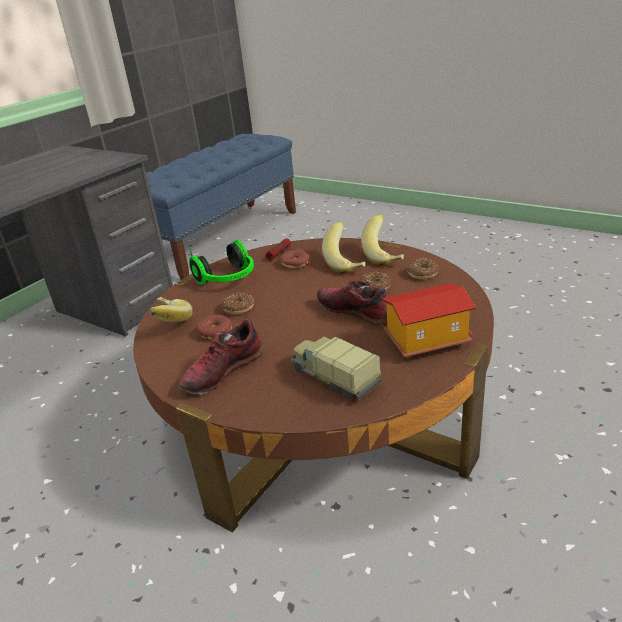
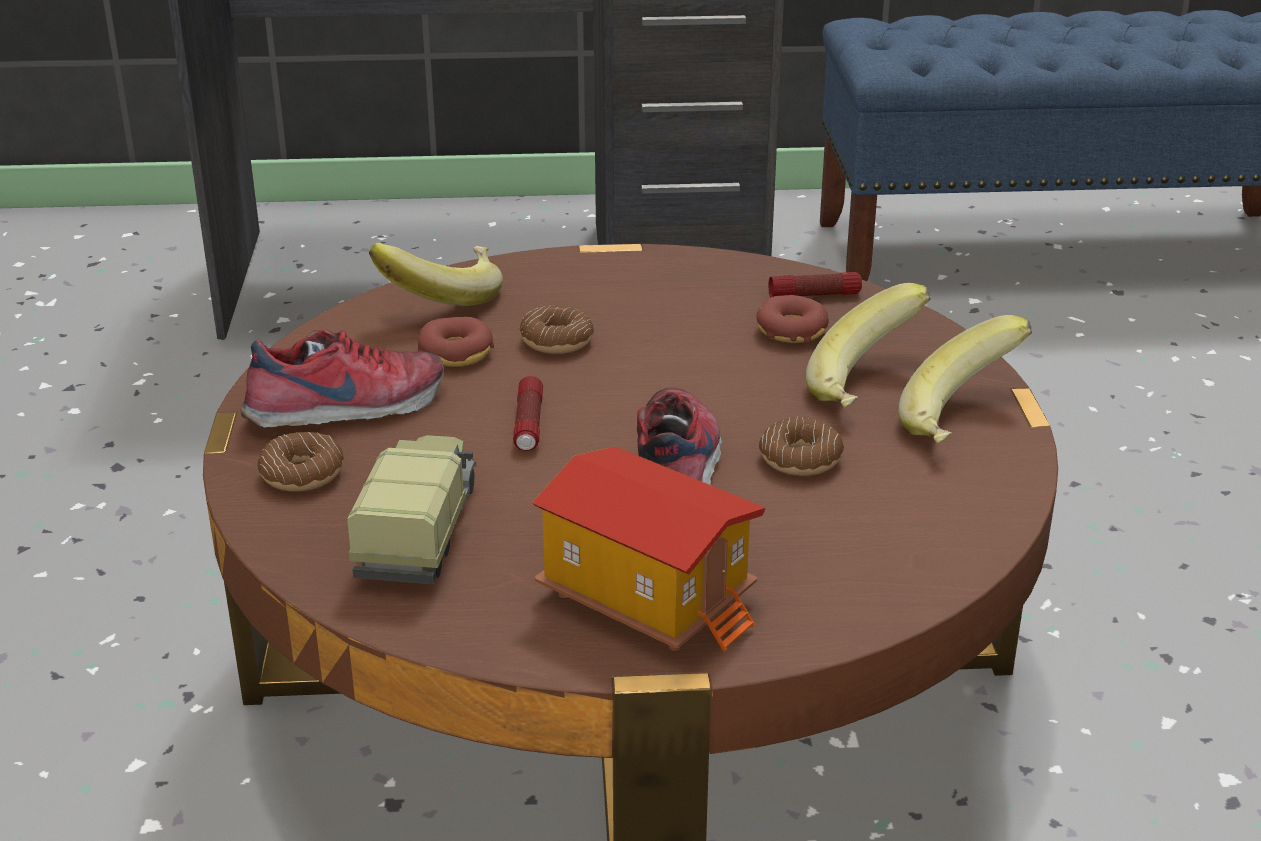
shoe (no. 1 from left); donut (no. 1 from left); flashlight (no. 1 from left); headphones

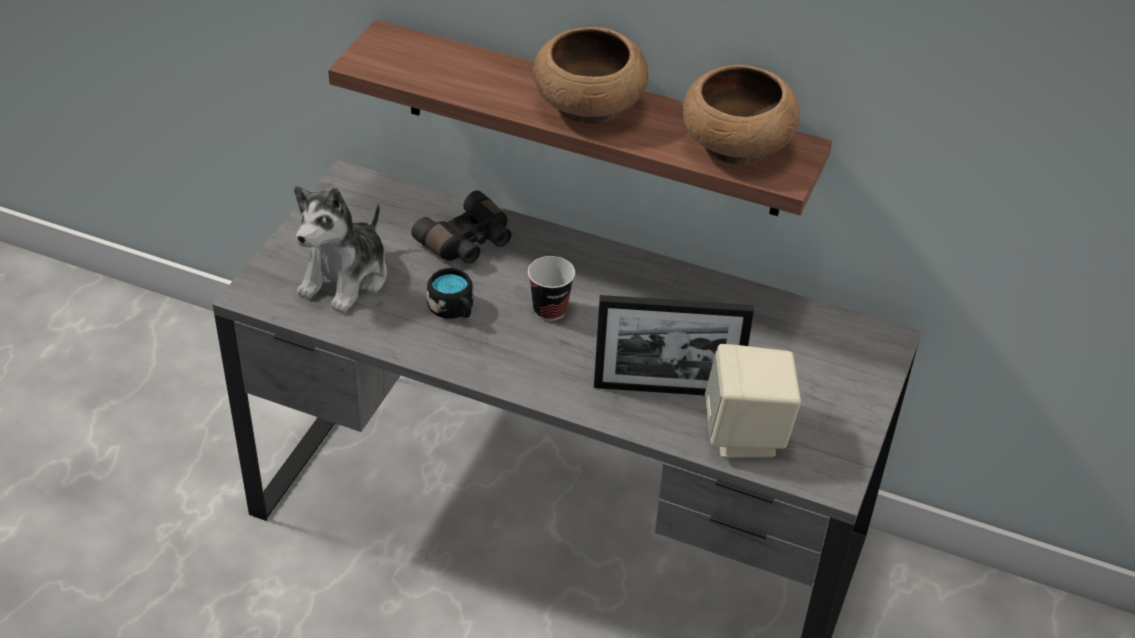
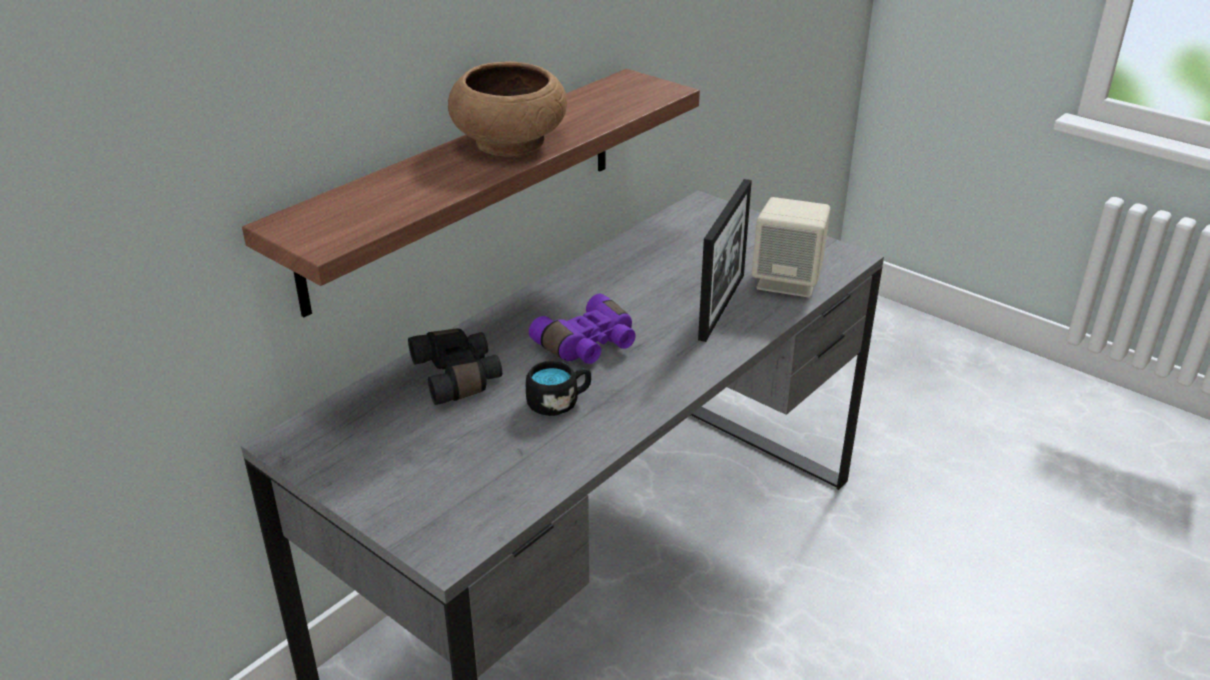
purple binoculars; plush toy; brown bowl (no. 2 from left in the first image)

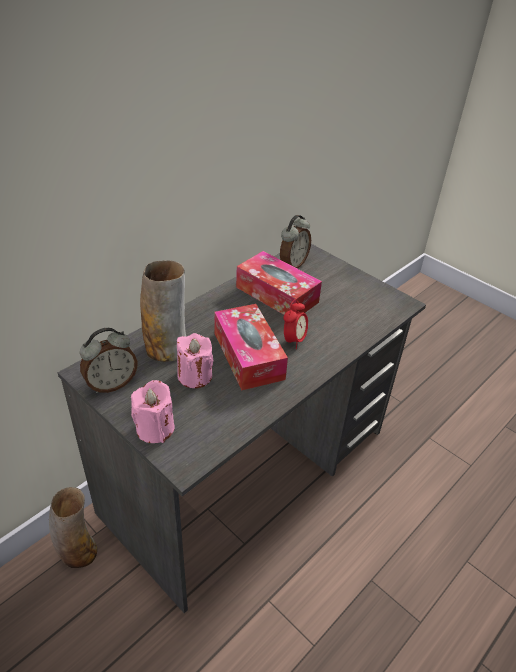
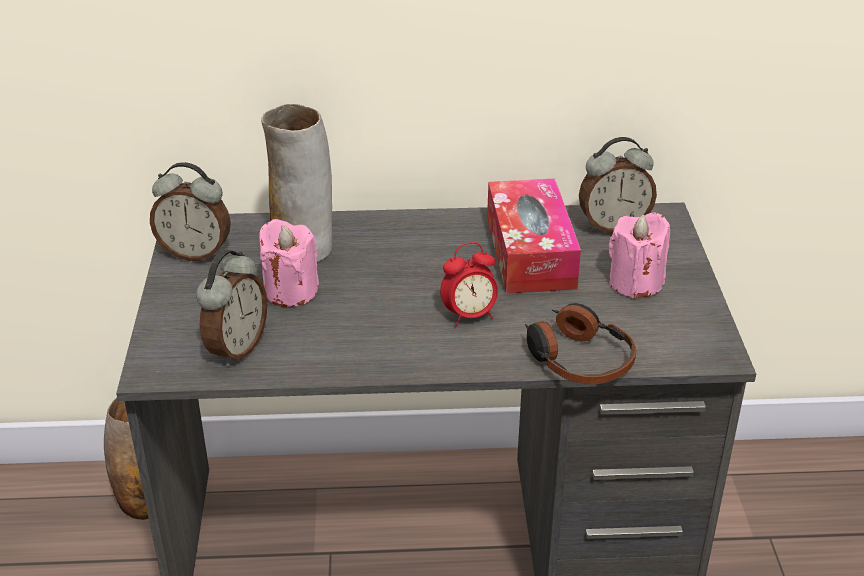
alarm clock (no. 2 from left); headphones; pink candle (no. 2 from left); tissue box (no. 1 from left in the first image)

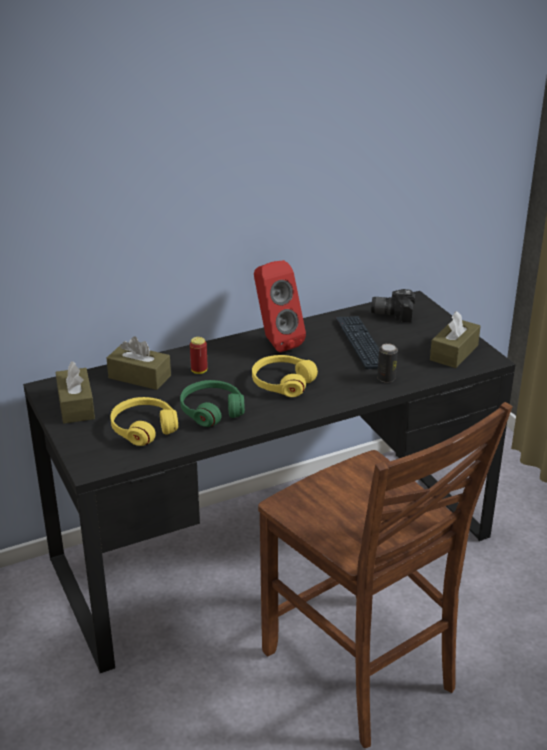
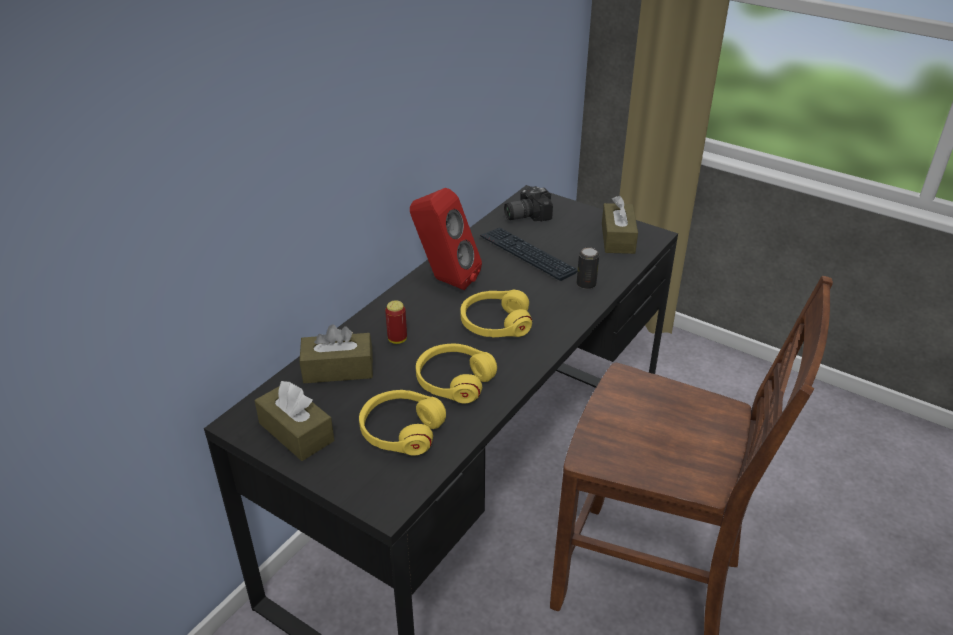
yellow headphones (no. 2 from left)

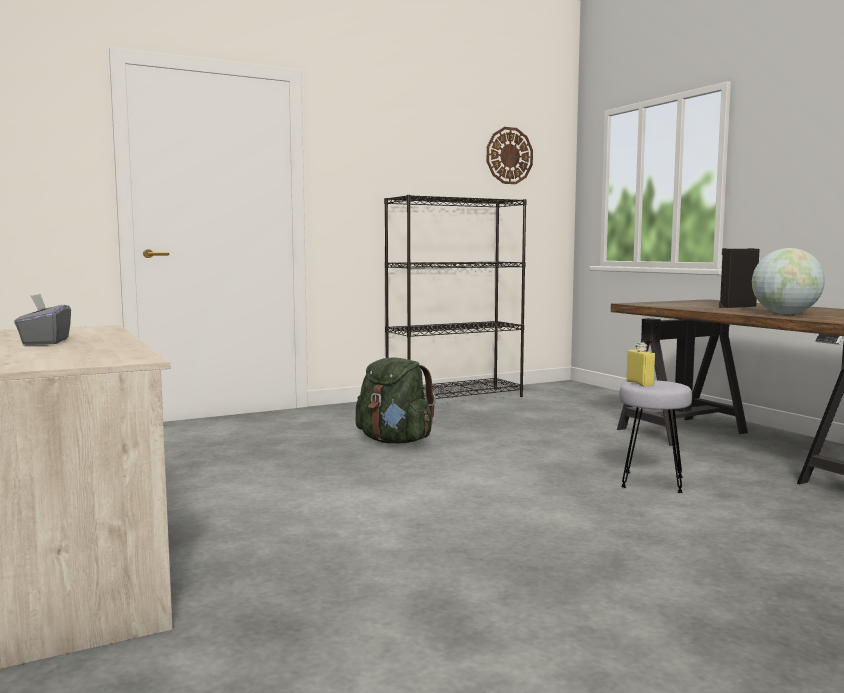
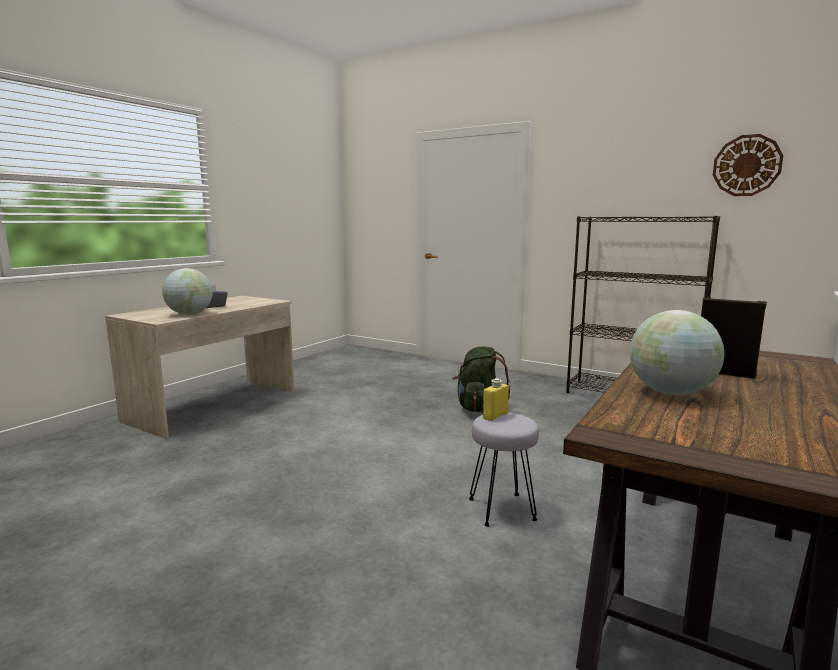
globe (no. 1 from left)

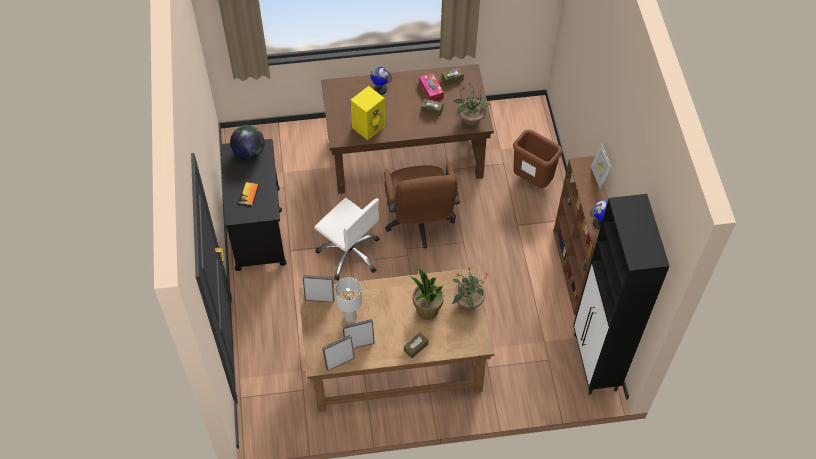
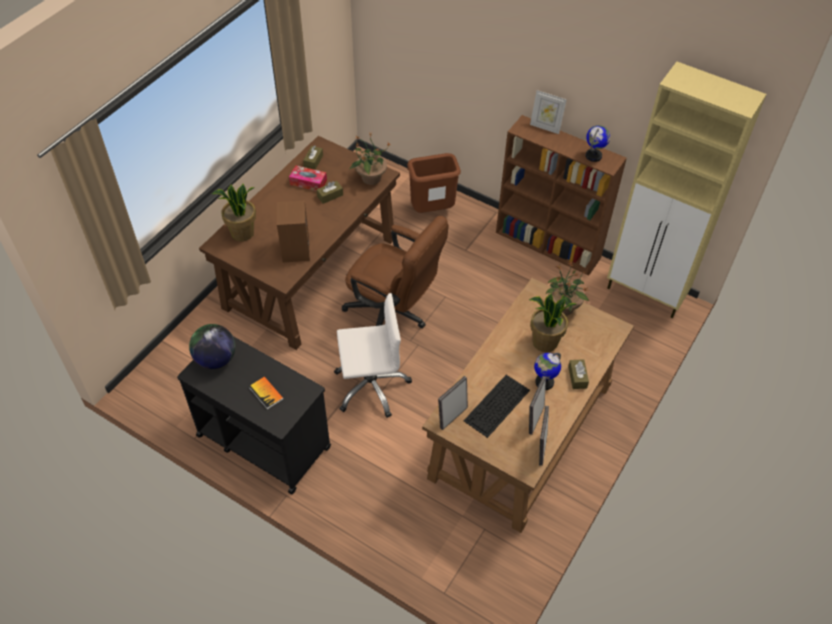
potted plant (no. 1 from left); brown speaker; keyboard; globe (no. 2 from left); beige cabinet

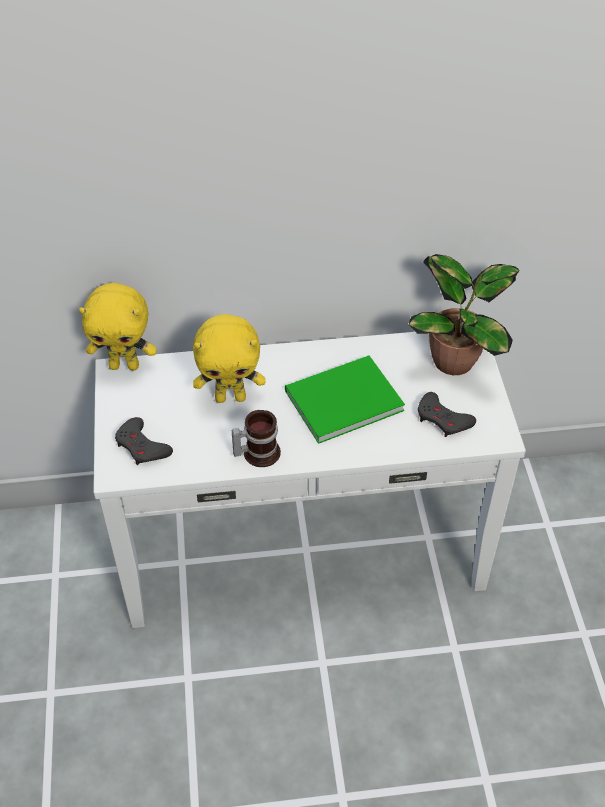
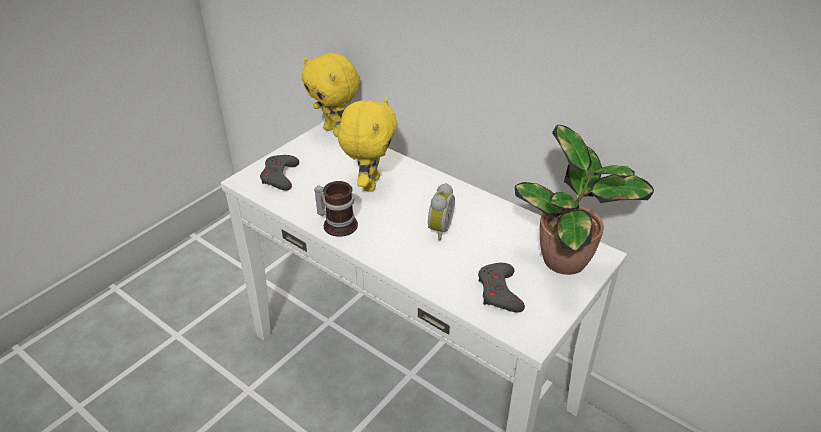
yellow plush toy (no. 2 from left); alarm clock

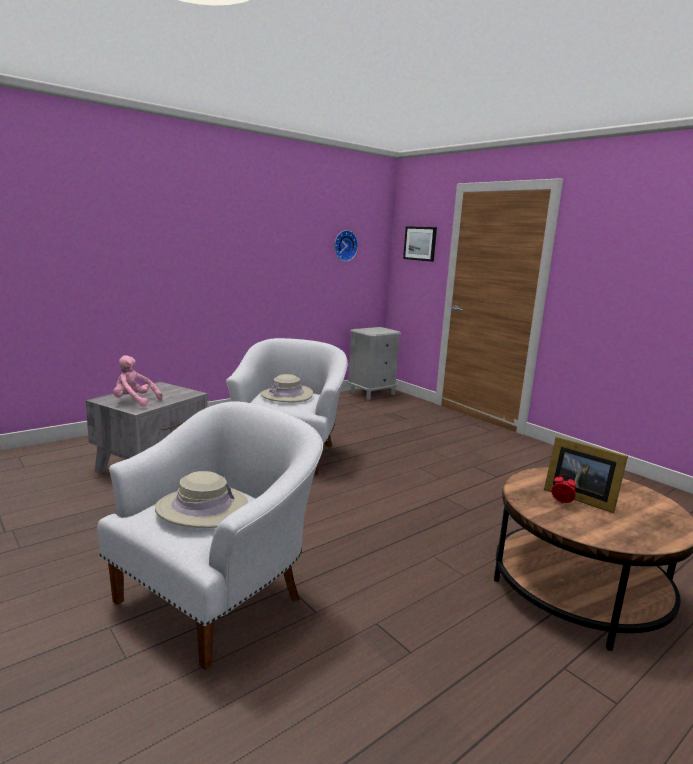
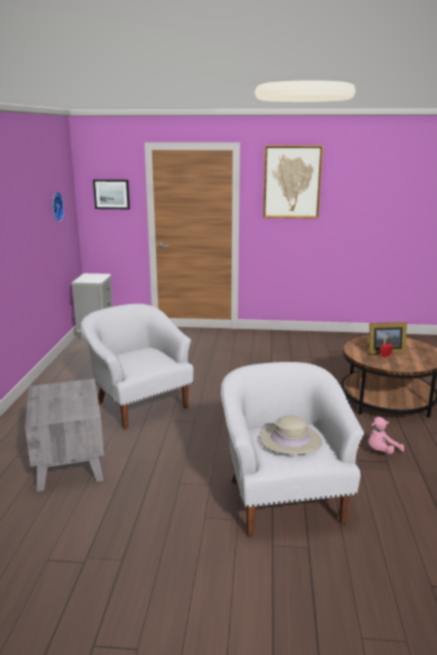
picture (no. 2 from left); pink plush toy; beige hat (no. 2 from left in the first image)

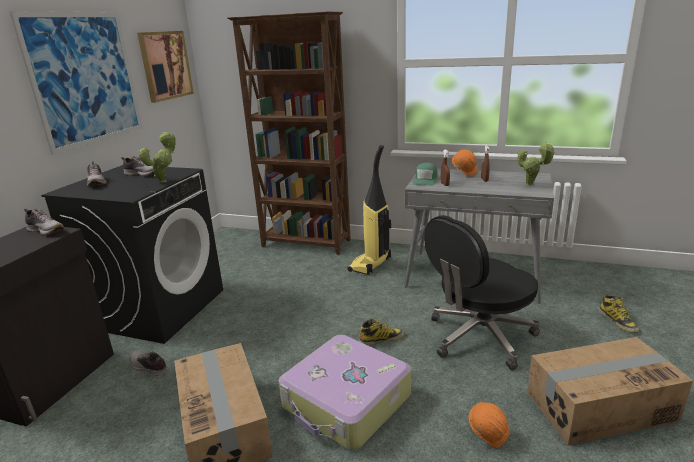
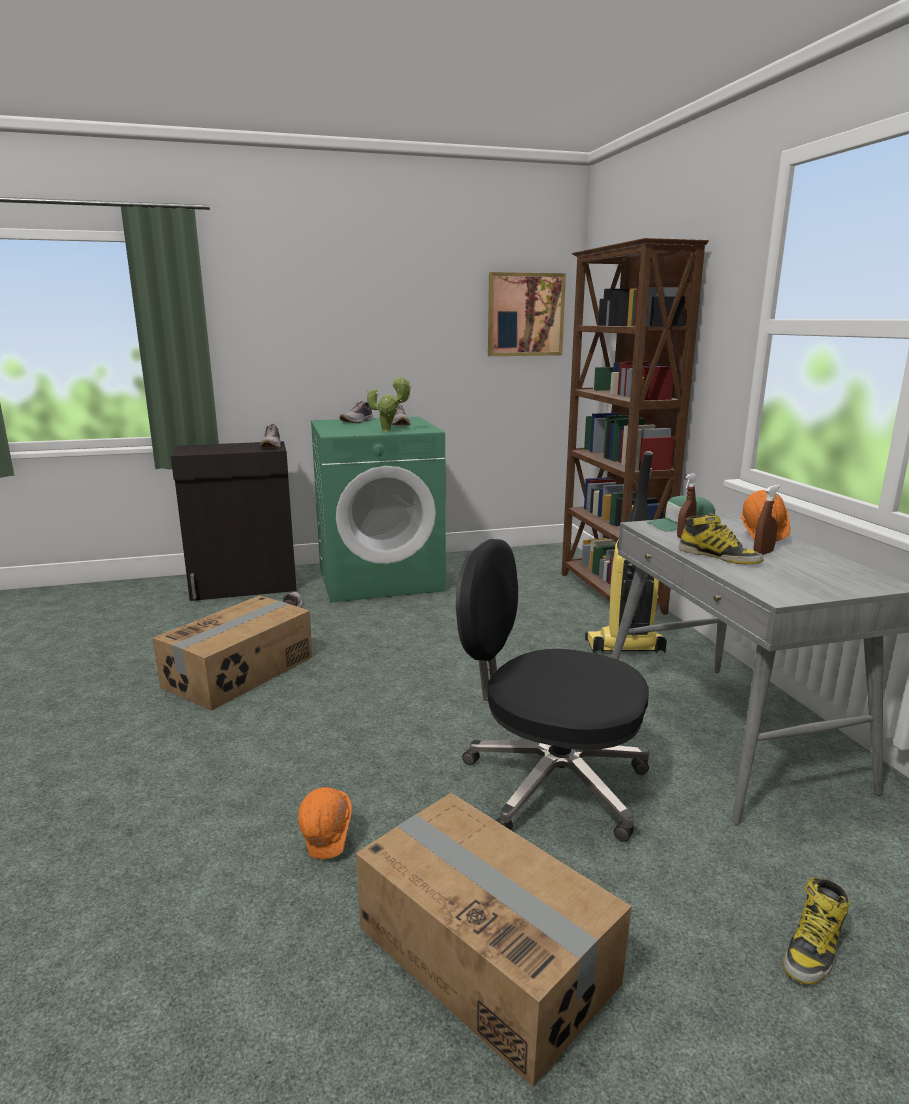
green washing machine; boot (no. 1 from left); picture (no. 1 from left in the first image); suitcase; potted plant (no. 2 from left in the first image)

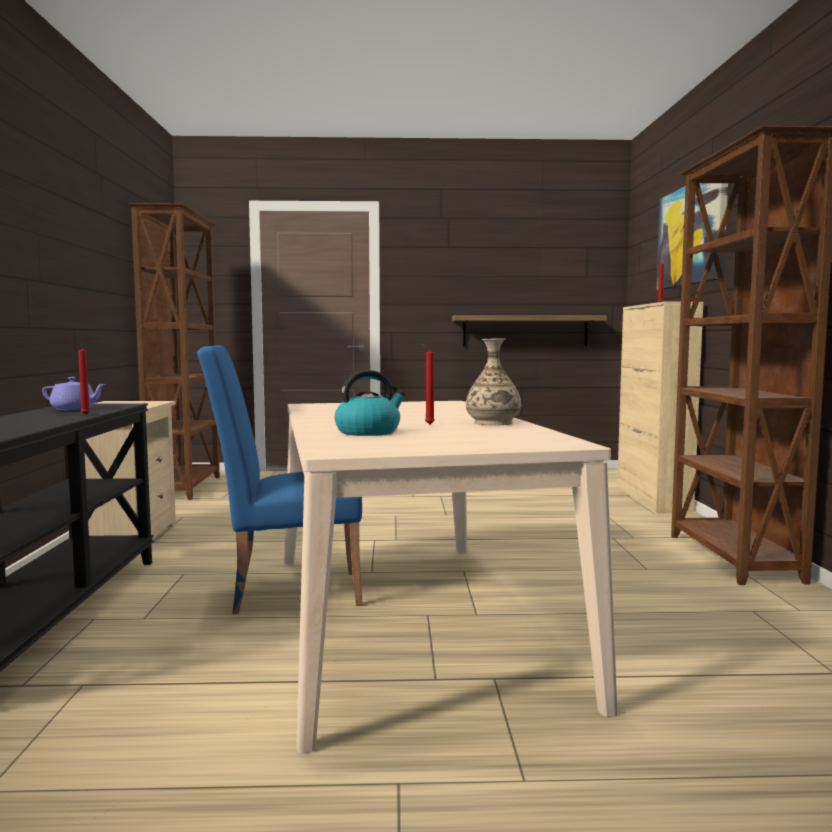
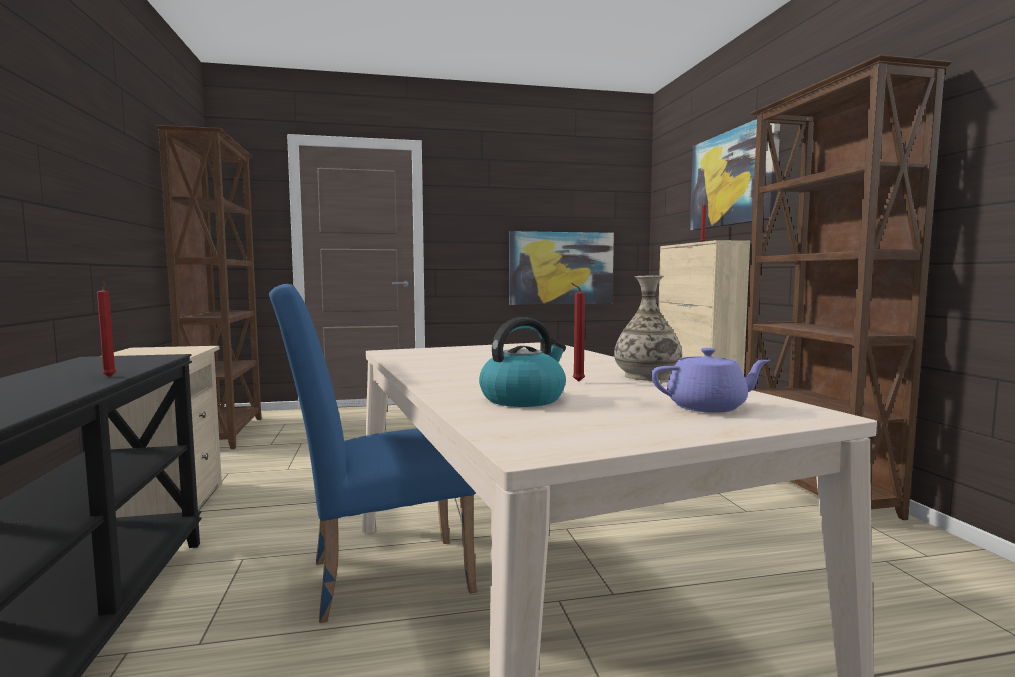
picture (no. 1 from left); purple teapot

